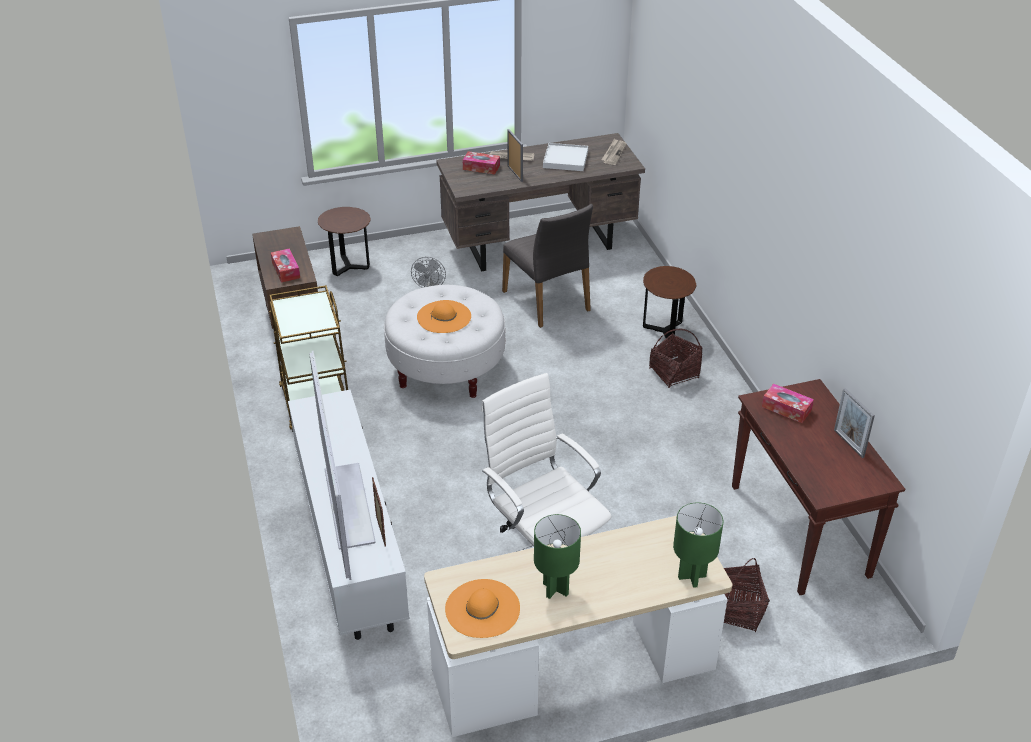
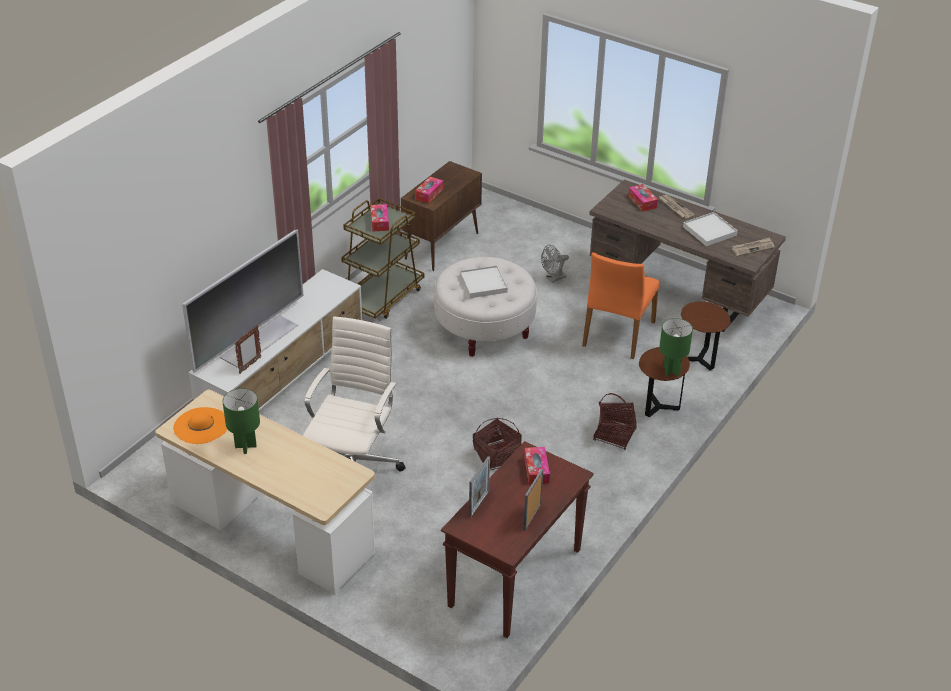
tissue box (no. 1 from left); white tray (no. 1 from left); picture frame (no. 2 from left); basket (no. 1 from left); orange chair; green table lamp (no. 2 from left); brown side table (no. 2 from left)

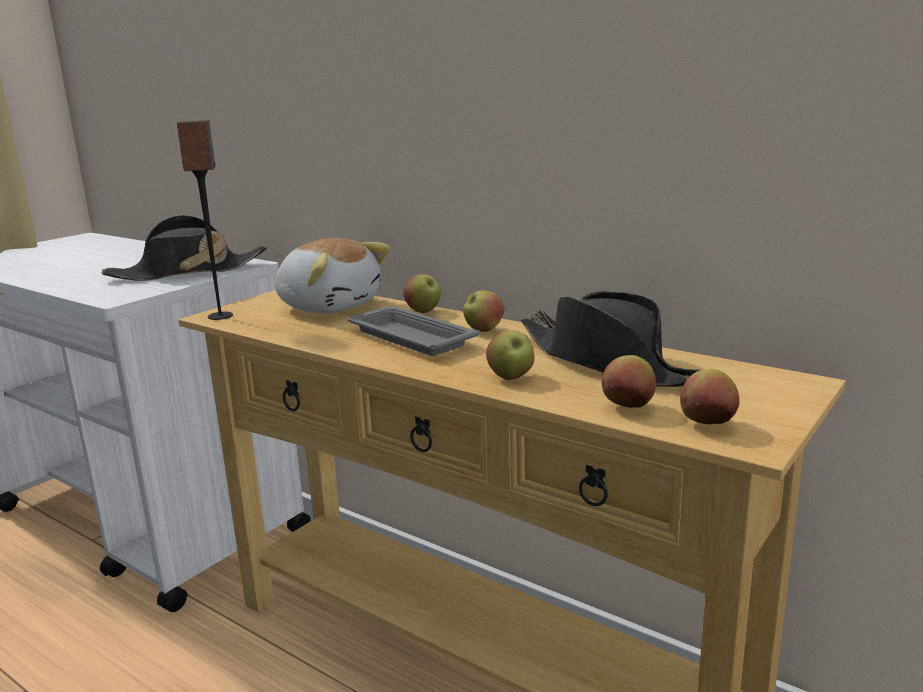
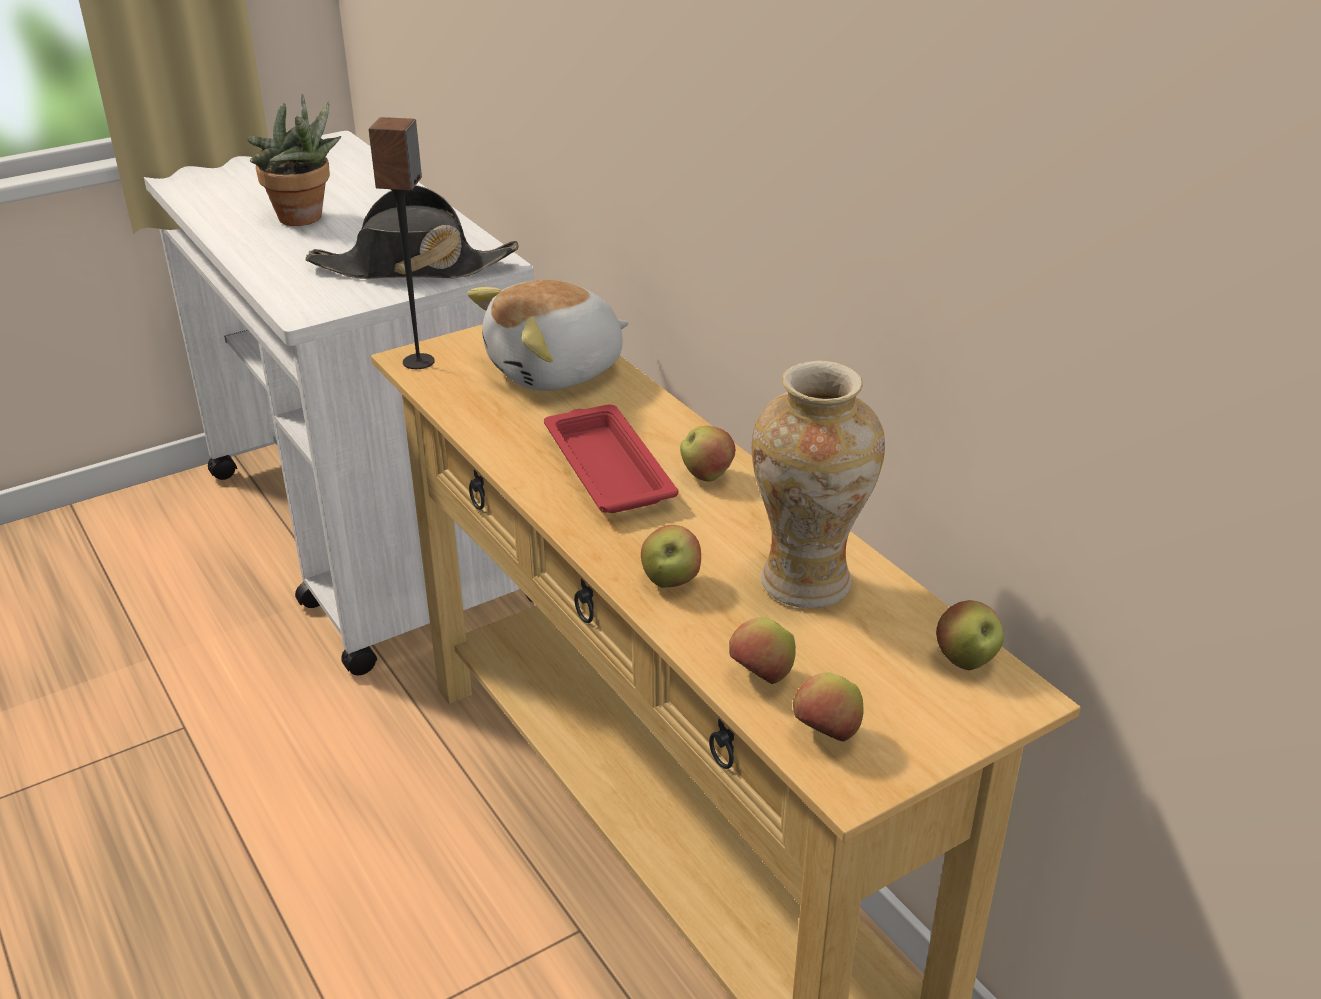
potted plant; plush toy; red tray; vase; apple (no. 5 from left)

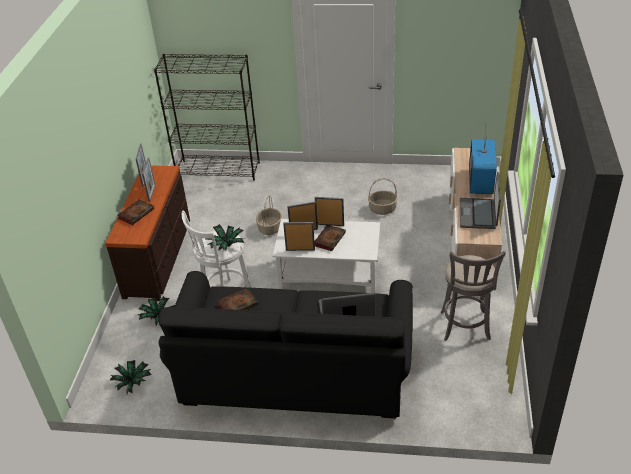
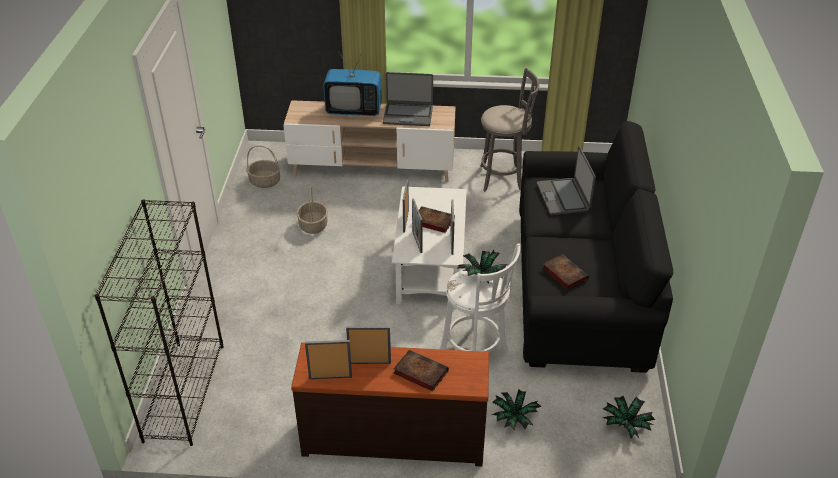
basket (no. 1 from left)

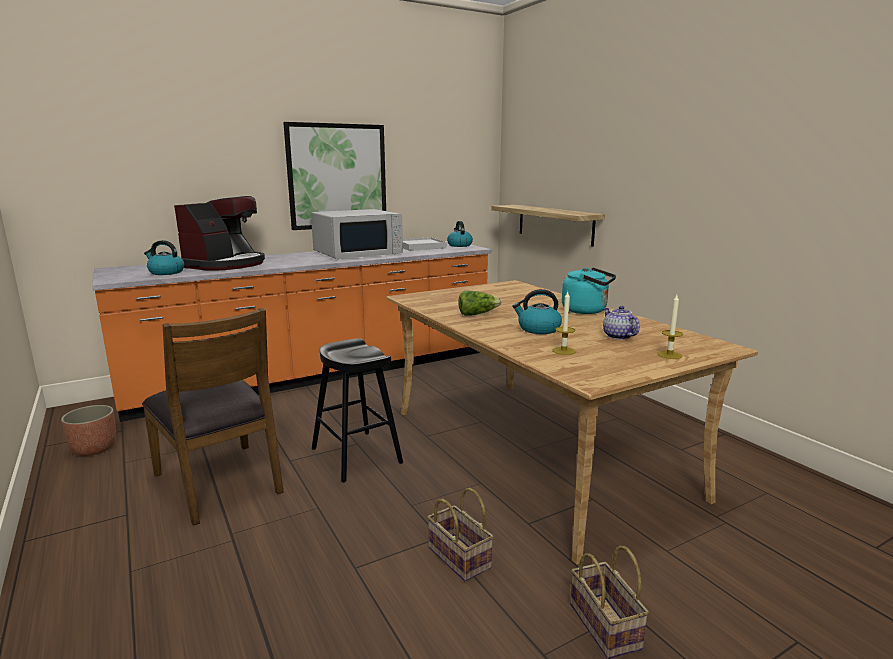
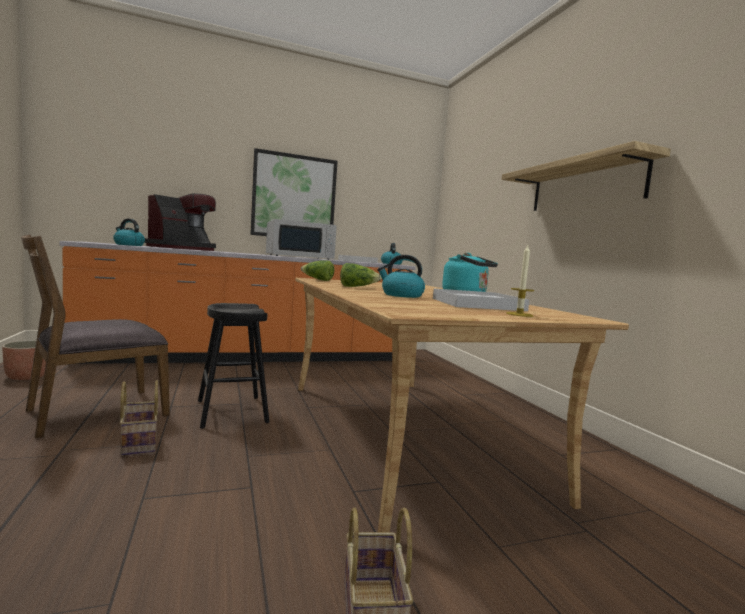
brown chair; basket (no. 1 from left); lettuce (no. 1 from left); white tray (no. 2 from left); shelf; candle (no. 1 from left in the first image)

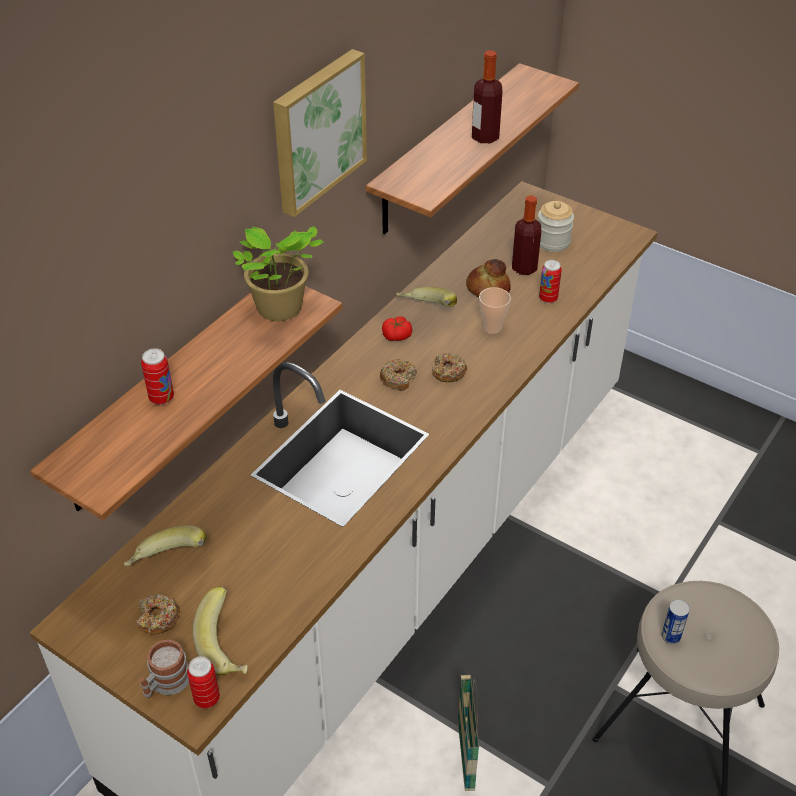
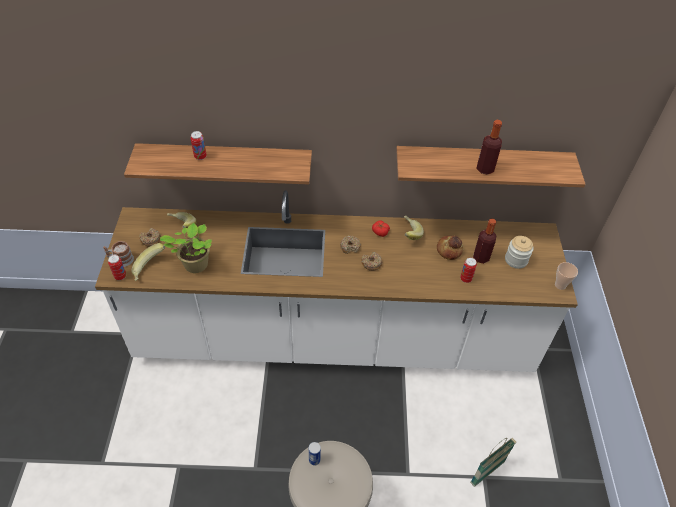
potted plant; basket; cup; picture

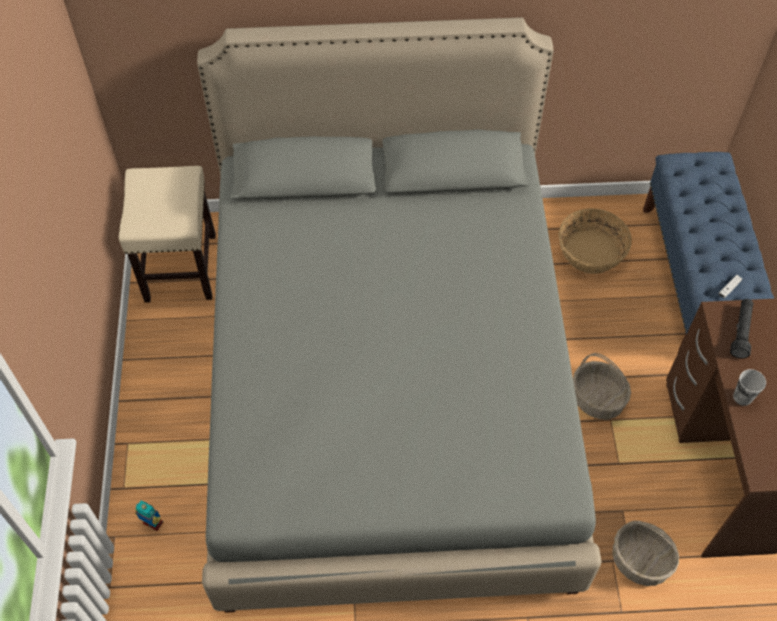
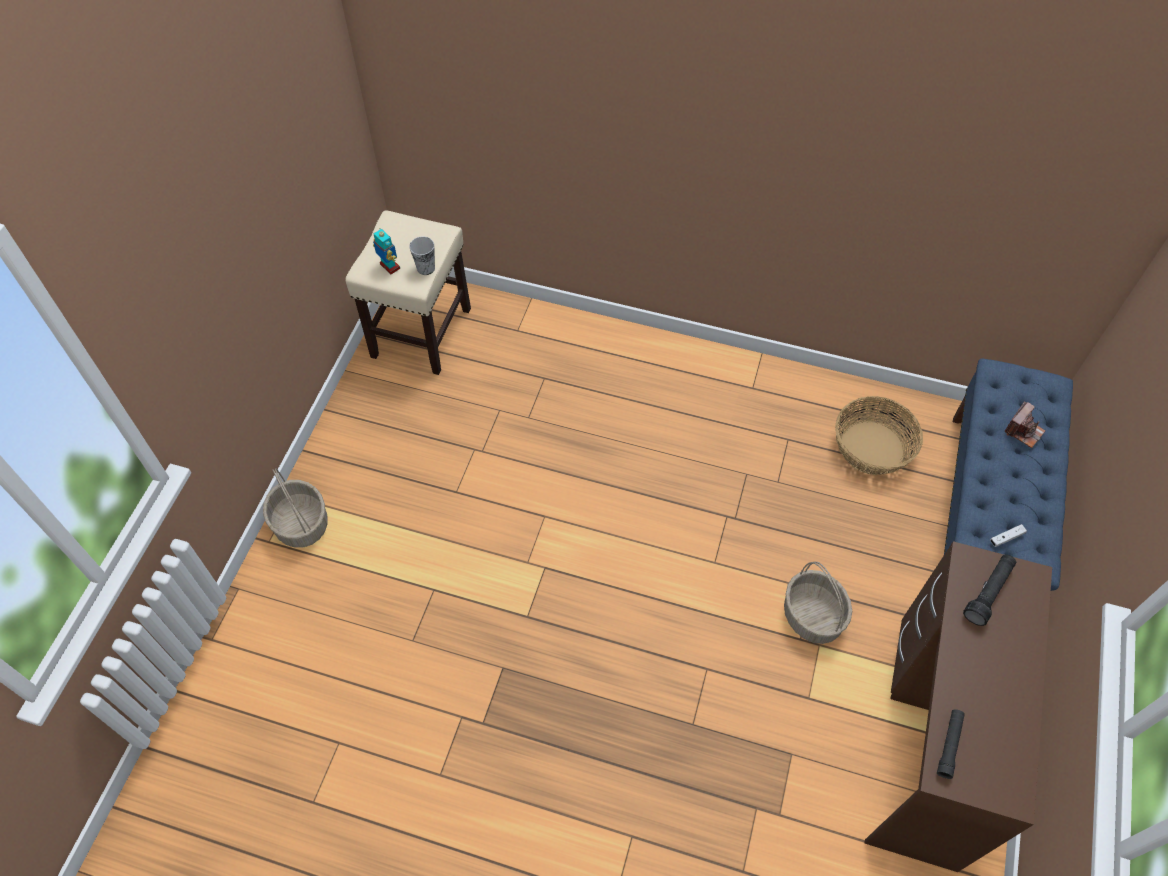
basket (no. 1 from left); toy robot; cup; black flashlight (no. 1 from left); photo camera; grey bed

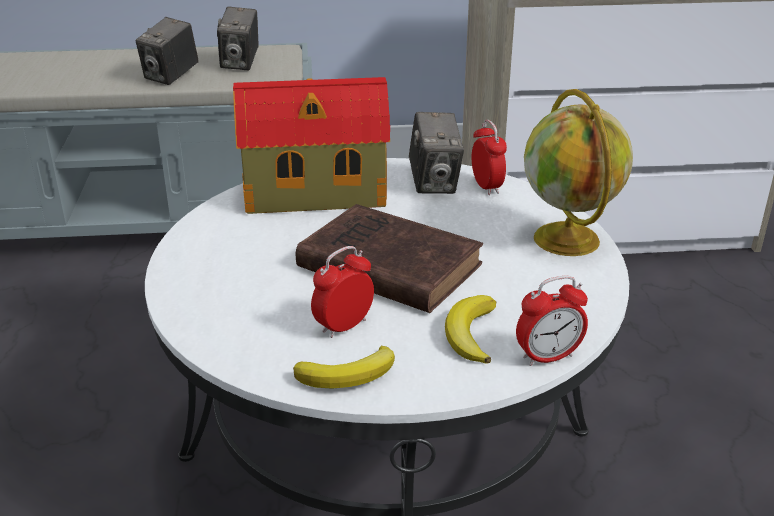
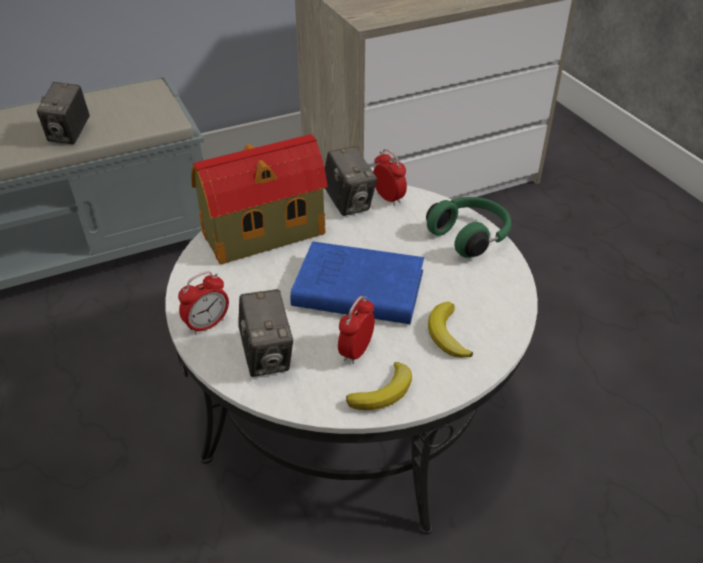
alarm clock (no. 1 from left); photo camera (no. 2 from left); blue book; green headphones

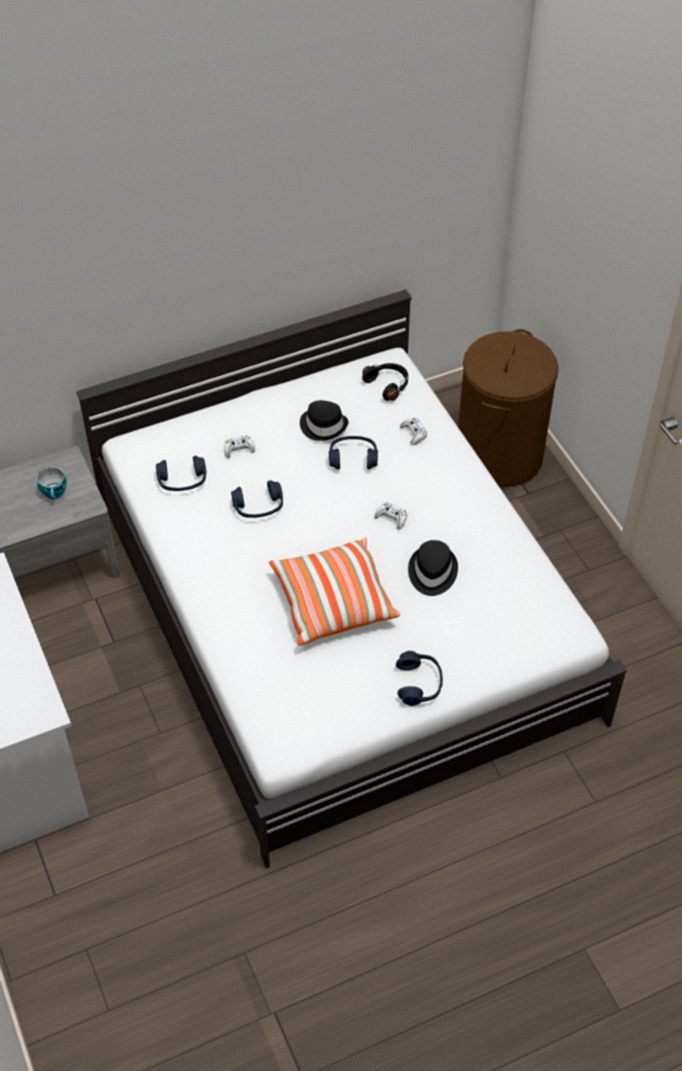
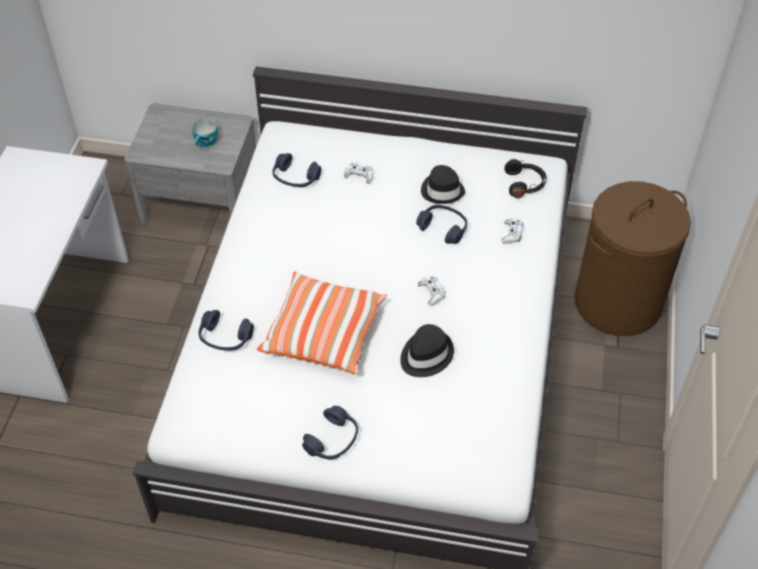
blue headphones (no. 1 from left)

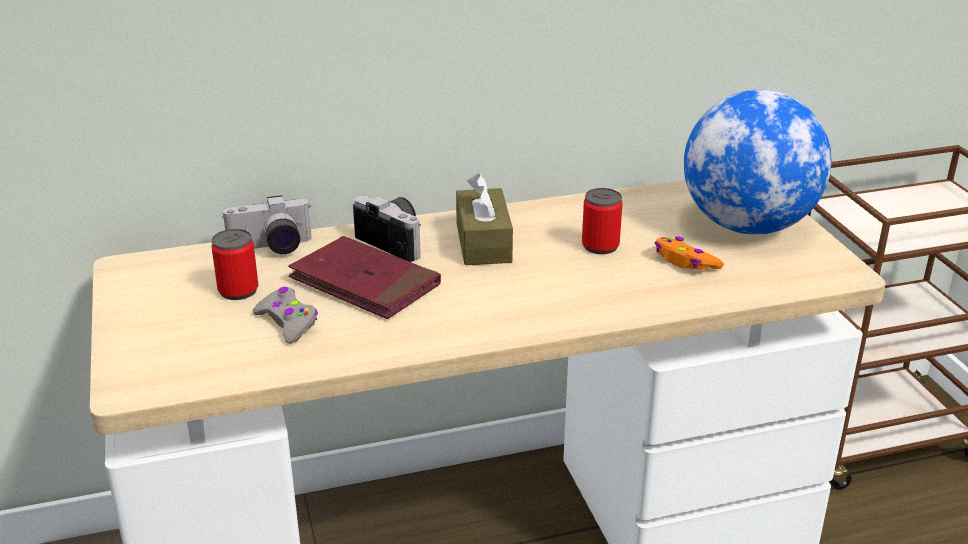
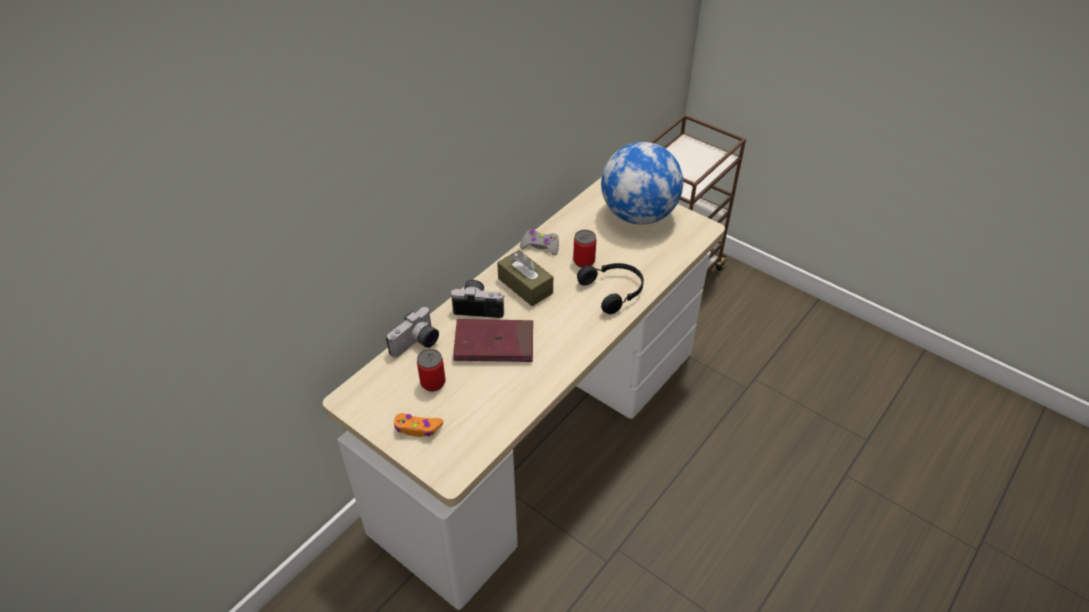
orange game controller; grey game controller; black headphones

